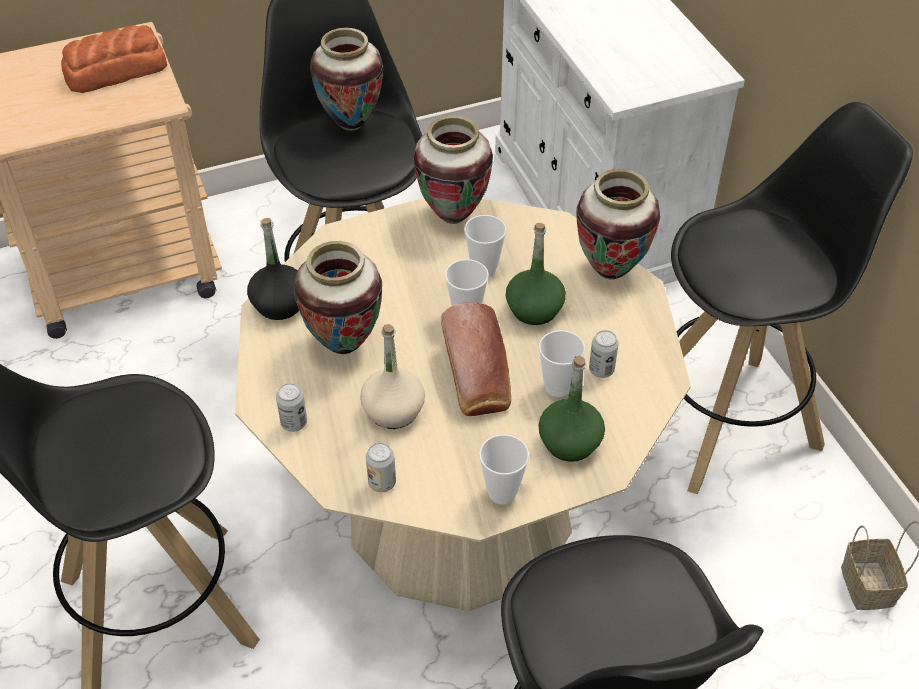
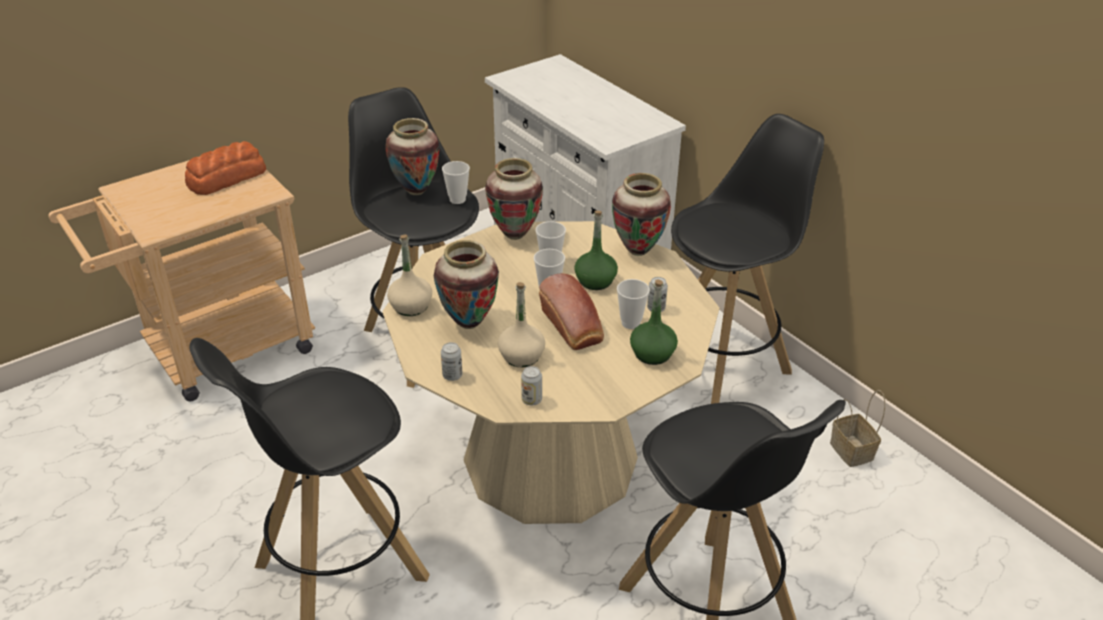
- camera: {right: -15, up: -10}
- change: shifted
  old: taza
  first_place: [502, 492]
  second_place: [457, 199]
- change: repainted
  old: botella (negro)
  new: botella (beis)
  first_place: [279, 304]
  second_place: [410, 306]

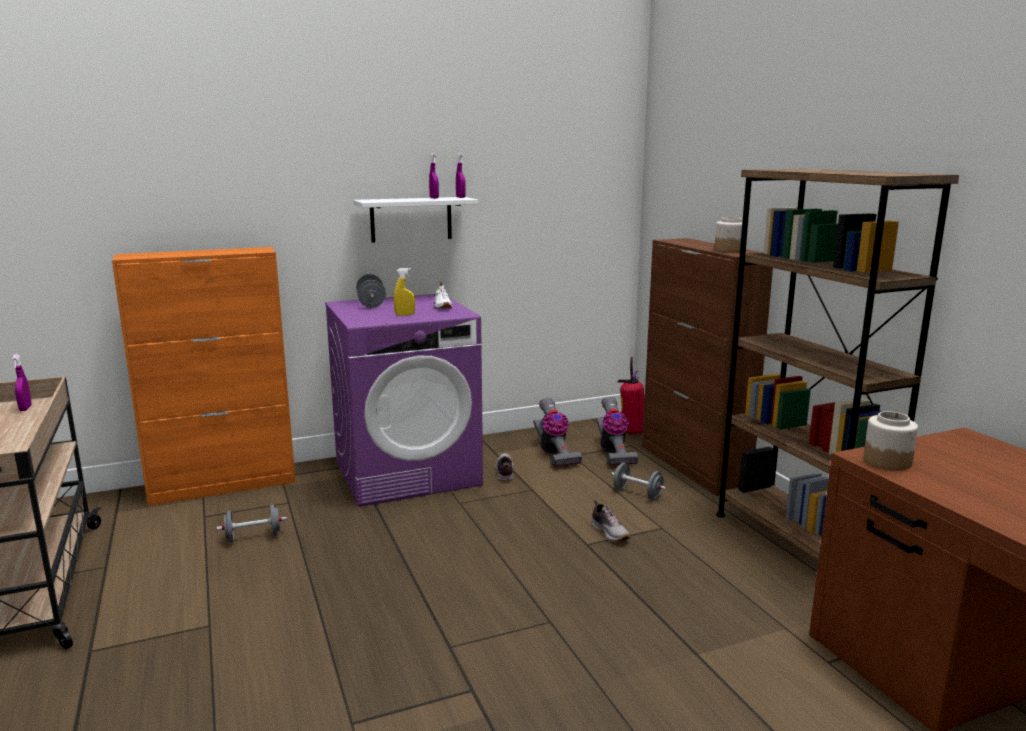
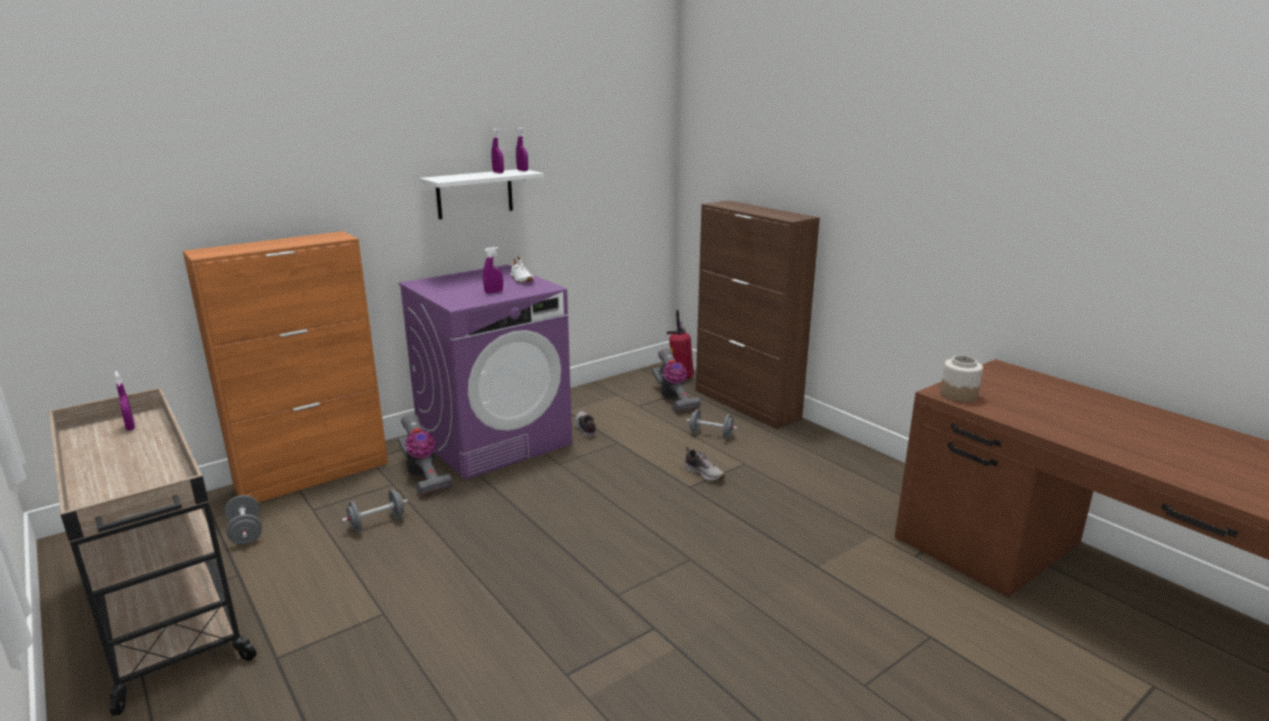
- camera: {right: -15, up: 5}
- change: gone
  old: tarro
  first_place: [729, 250]
- change: gone
  old: estantería (marrón)
  first_place: [797, 544]
- change: shifted
  old: mancuerna (gris)
  first_place: [371, 303]
  second_place: [246, 532]
- change: shifted
  old: aspiradora
  first_place: [554, 454]
  second_place: [423, 476]
- change: repainted
  old: pulverizador (amarillo)
  new: pulverizador (morado)
  first_place: [405, 315]
  second_place: [494, 292]

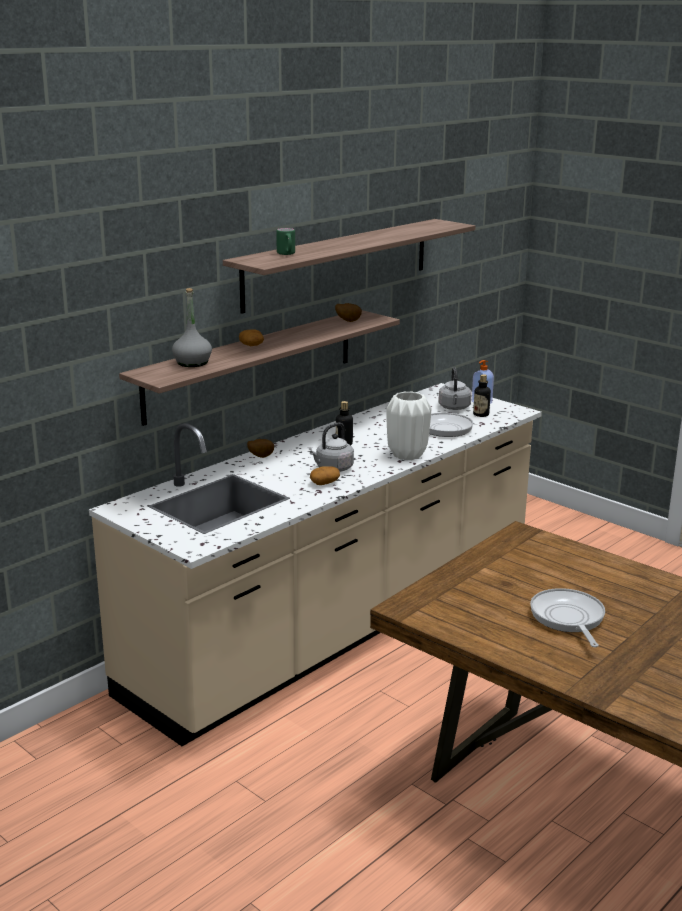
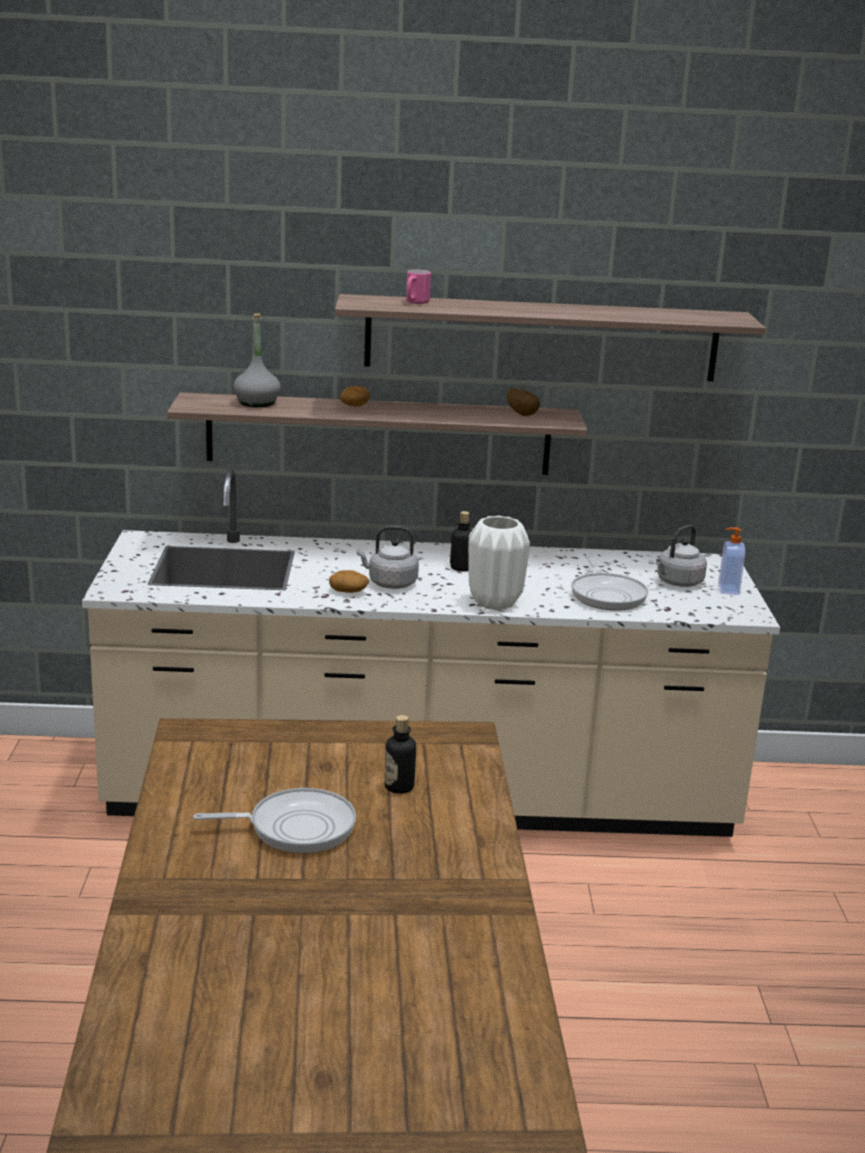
- camera: {right: 45, up: 0}
- change: gone
  old: patata
  first_place: [260, 457]
- change: shifted
  old: botella
  first_place: [481, 414]
  second_place: [399, 787]
- change: repainted
  old: taza grande (verde)
  new: taza grande (rosa)
  first_place: [286, 254]
  second_place: [415, 303]
- change: rotated
  old: sartén
  first_place: [568, 618]
  second_place: [295, 827]
  degrees: 45

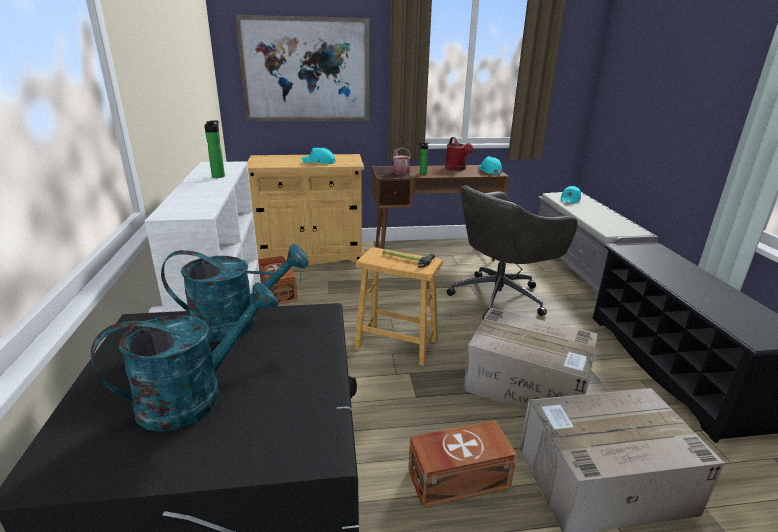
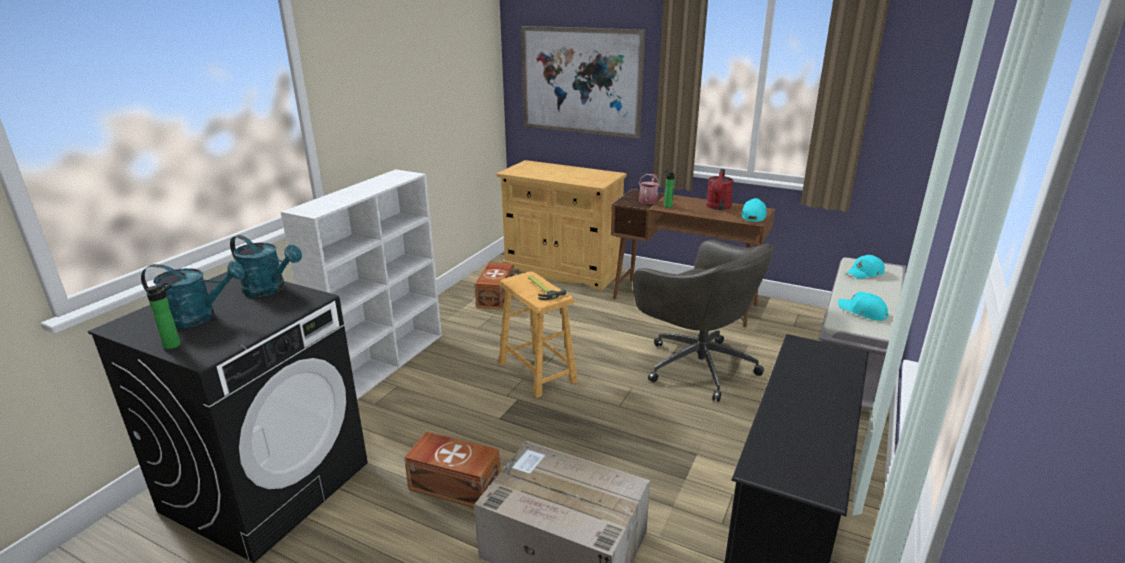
- camera: {right: 35, up: 0}
- change: gone
  old: caja de cartón
  first_place: [528, 384]
- change: shifted
  old: botella
  first_place: [219, 176]
  second_place: [174, 344]
- change: shifted
  old: gorra (turquesa)
  first_place: [319, 162]
  second_place: [862, 312]
- change: rotated
  old: silla de oficina (gris)
  first_place: [500, 297]
  second_place: [696, 365]
  degrees: -135

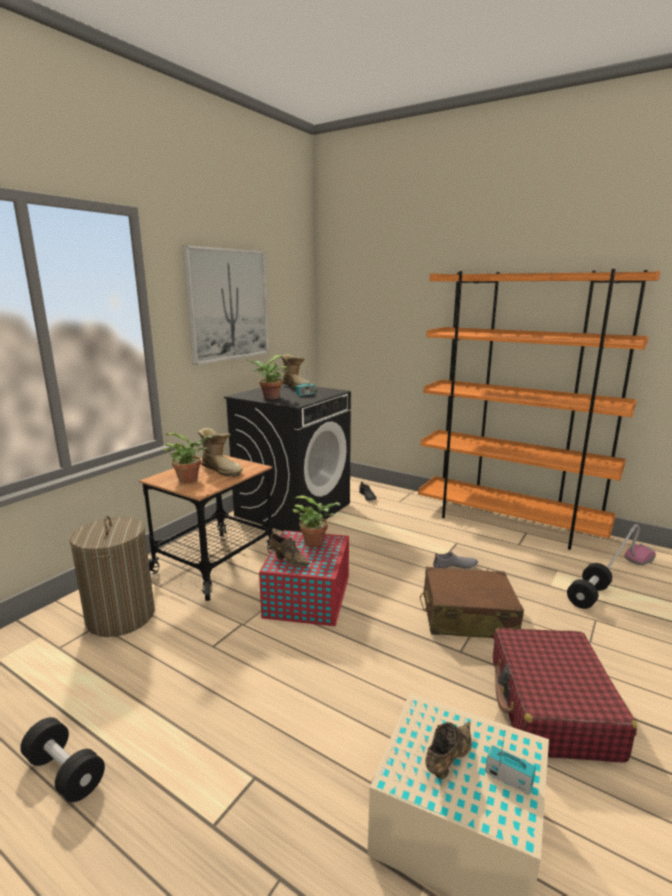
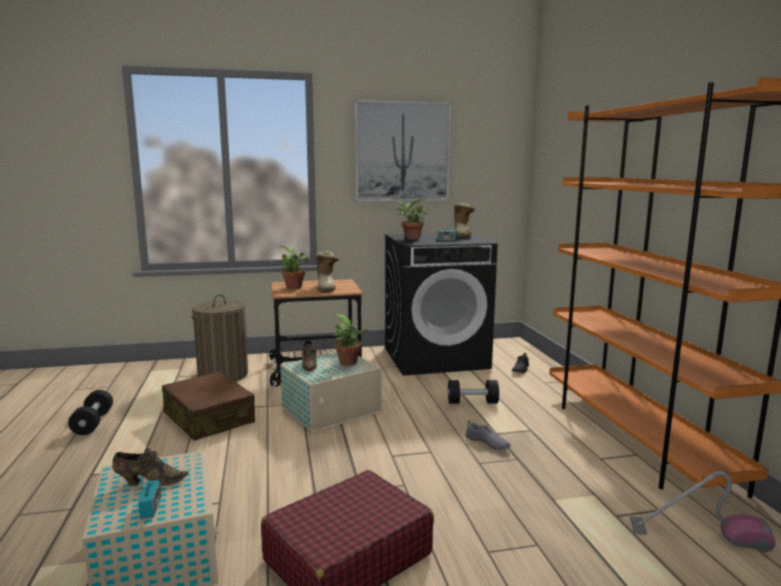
- camera: {right: 45, up: -5}
- change: shifted
  old: maleta (marrón)
  first_place: [467, 616]
  second_place: [209, 418]
- change: shifted
  old: mancuerna (negro)
  first_place: [588, 596]
  second_place: [472, 402]
- change: repainted
  old: caja de almacenaje (rojo)
  new: caja de almacenaje (beis)
  first_place: [308, 596]
  second_place: [333, 410]

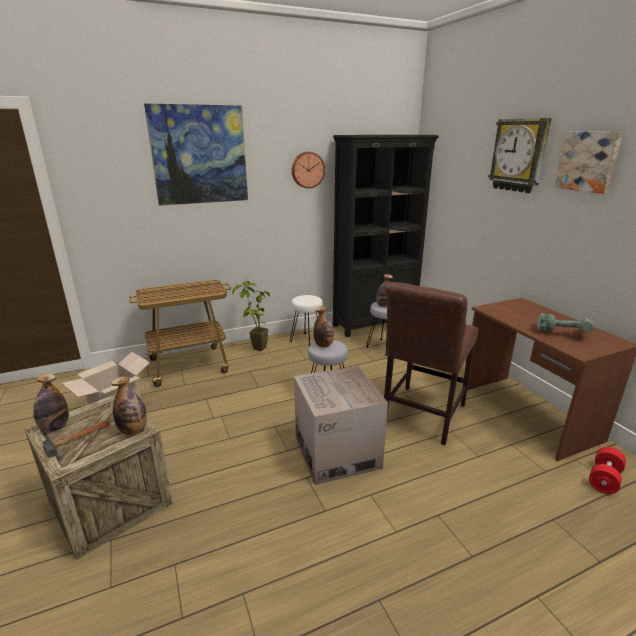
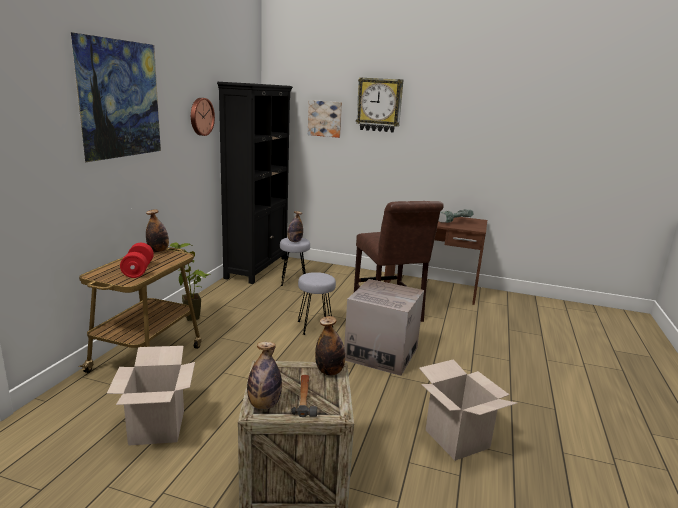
- camera: {right: -50, up: -5}
- change: gone
  old: taburete (blanco)
  first_place: [307, 340]
- change: new
  new: caja de cartón
  second_place: [457, 439]
- change: shifted
  old: botella
  first_place: [323, 345]
  second_place: [158, 251]
- change: shifted
  old: cuadro
  first_place: [588, 161]
  second_place: [325, 118]
- change: shifted
  old: mancuerna (rojo)
  first_place: [604, 479]
  second_place: [138, 270]

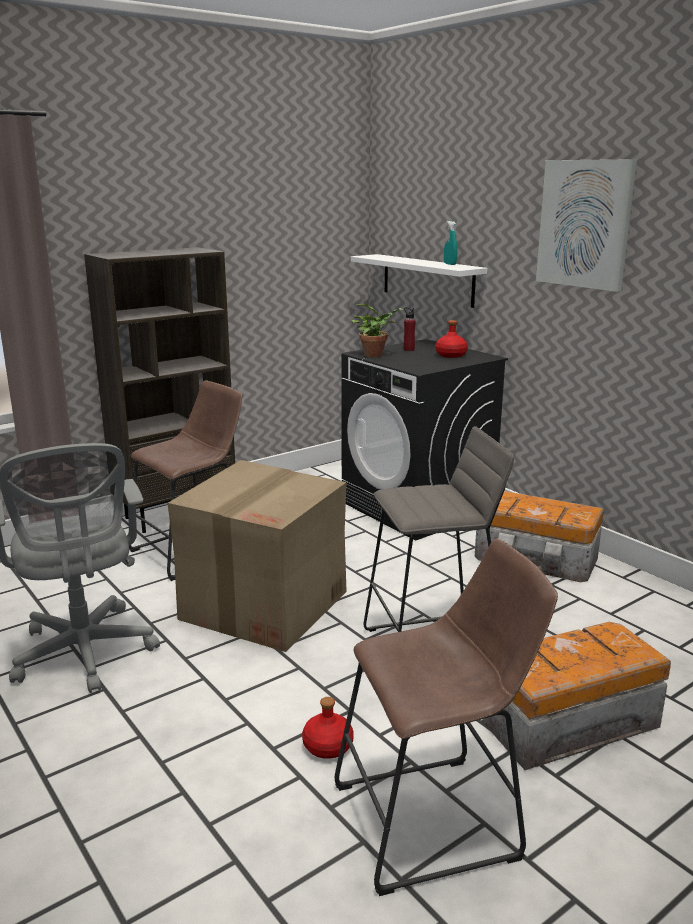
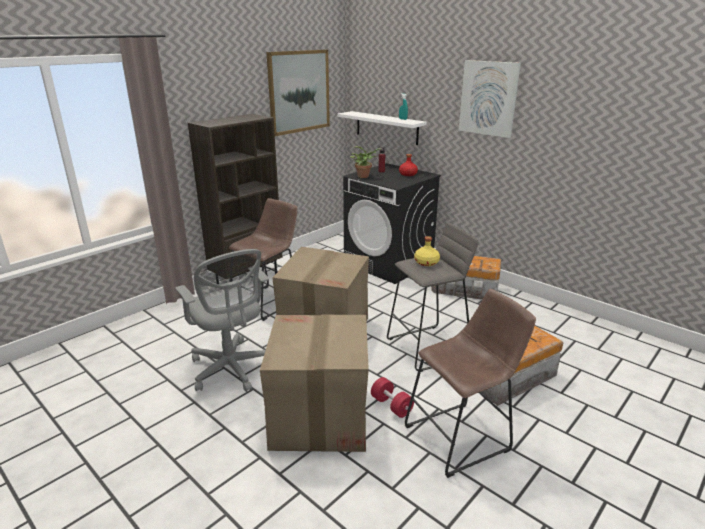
- camera: {right: -10, up: 5}
- change: new
  new: caja de cartón
  second_place: [320, 417]
- change: new
  new: cuadro
  second_place: [299, 91]
- change: new
  new: botella (amarillo)
  second_place: [426, 262]
- change: swapped
  old: botella (rojo)
  new: mancuerna (rojo)
  first_place: [327, 746]
  second_place: [391, 405]

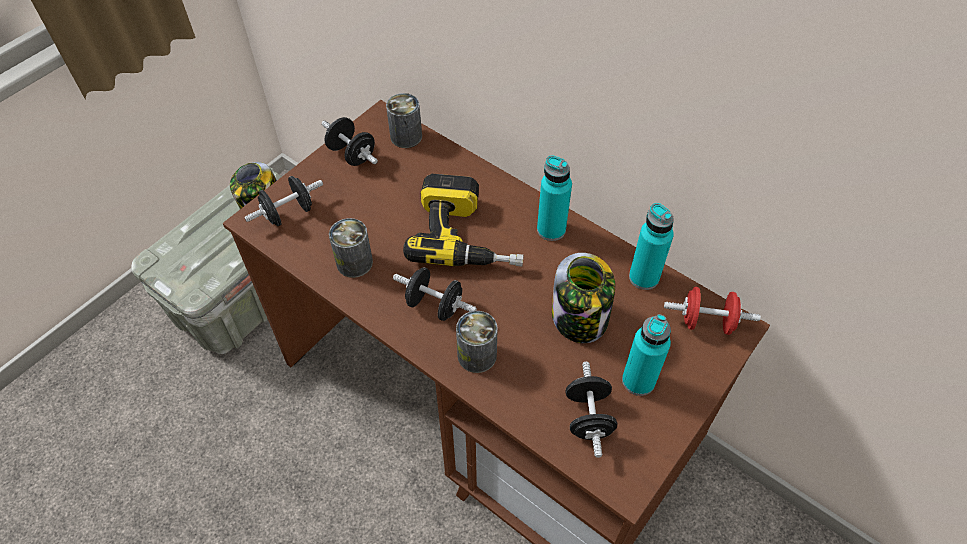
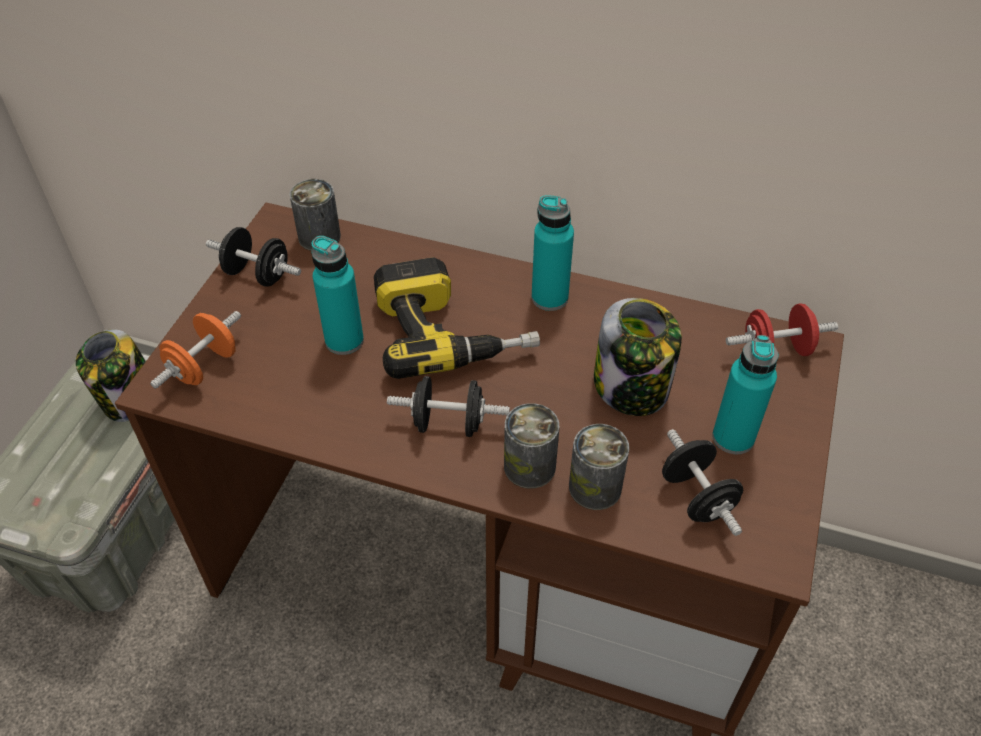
- camera: {right: -20, up: -5}
- change: shifted
  old: lata
  first_place: [354, 262]
  second_place: [595, 487]
- change: shifted
  old: botella (turquesa)
  first_place: [644, 277]
  second_place: [344, 341]
- change: repainted
  old: mancuerna (negro)
  new: mancuerna (naranja)
  first_place: [288, 213]
  second_place: [204, 366]

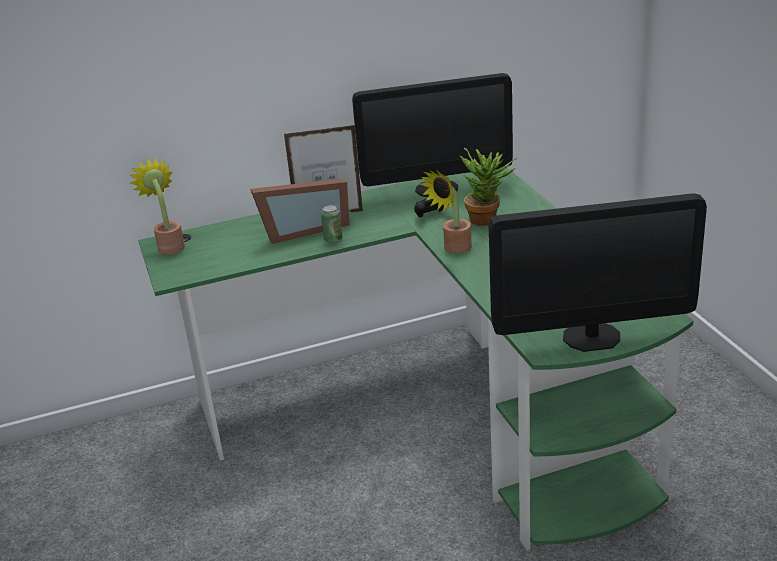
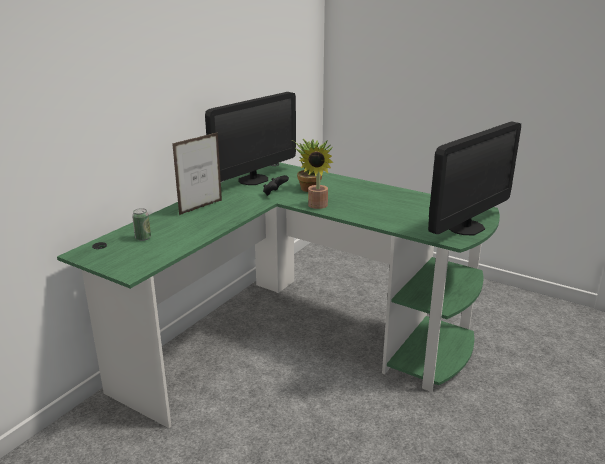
- camera: {right: -40, up: -5}
- change: gone
  old: planta en maceta
  first_place: [169, 246]
- change: gone
  old: portarretratos
  first_place: [302, 230]
- change: shifted
  old: lata
  first_place: [333, 239]
  second_place: [143, 238]

